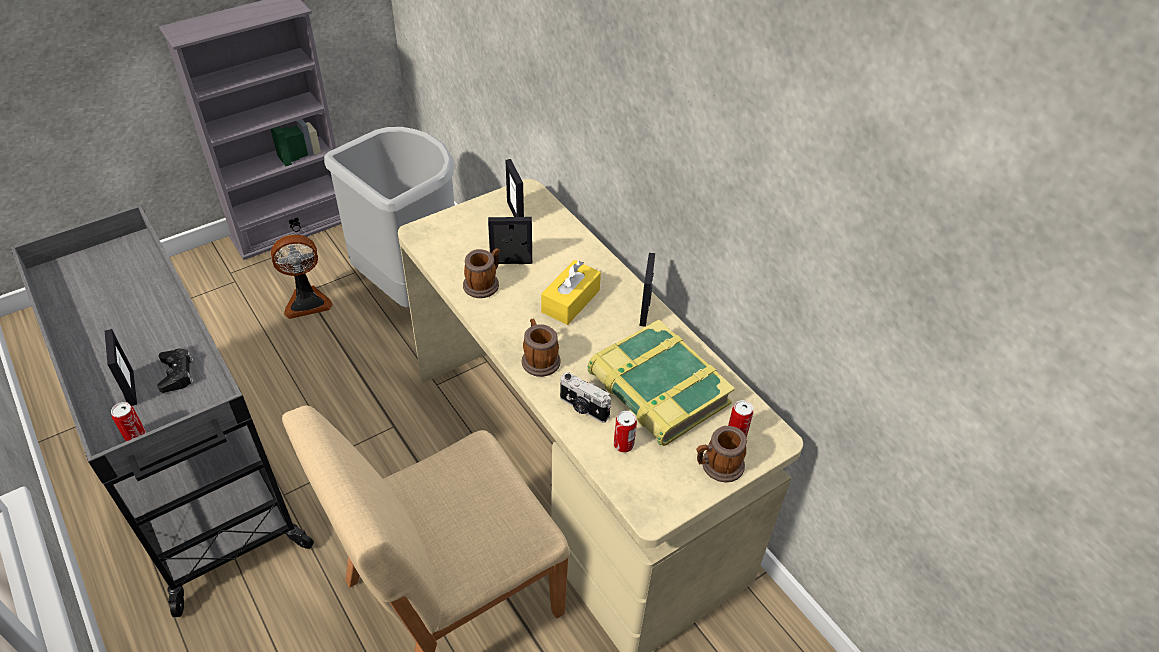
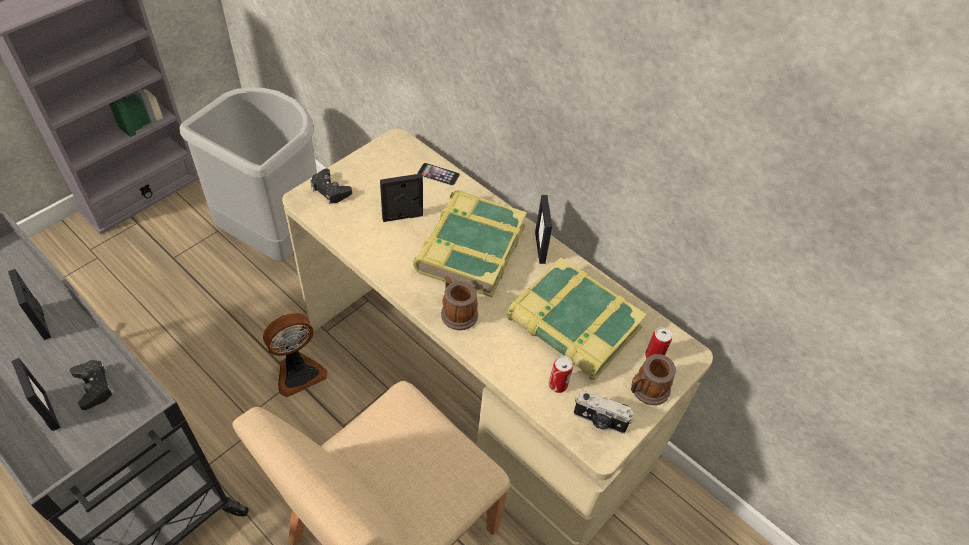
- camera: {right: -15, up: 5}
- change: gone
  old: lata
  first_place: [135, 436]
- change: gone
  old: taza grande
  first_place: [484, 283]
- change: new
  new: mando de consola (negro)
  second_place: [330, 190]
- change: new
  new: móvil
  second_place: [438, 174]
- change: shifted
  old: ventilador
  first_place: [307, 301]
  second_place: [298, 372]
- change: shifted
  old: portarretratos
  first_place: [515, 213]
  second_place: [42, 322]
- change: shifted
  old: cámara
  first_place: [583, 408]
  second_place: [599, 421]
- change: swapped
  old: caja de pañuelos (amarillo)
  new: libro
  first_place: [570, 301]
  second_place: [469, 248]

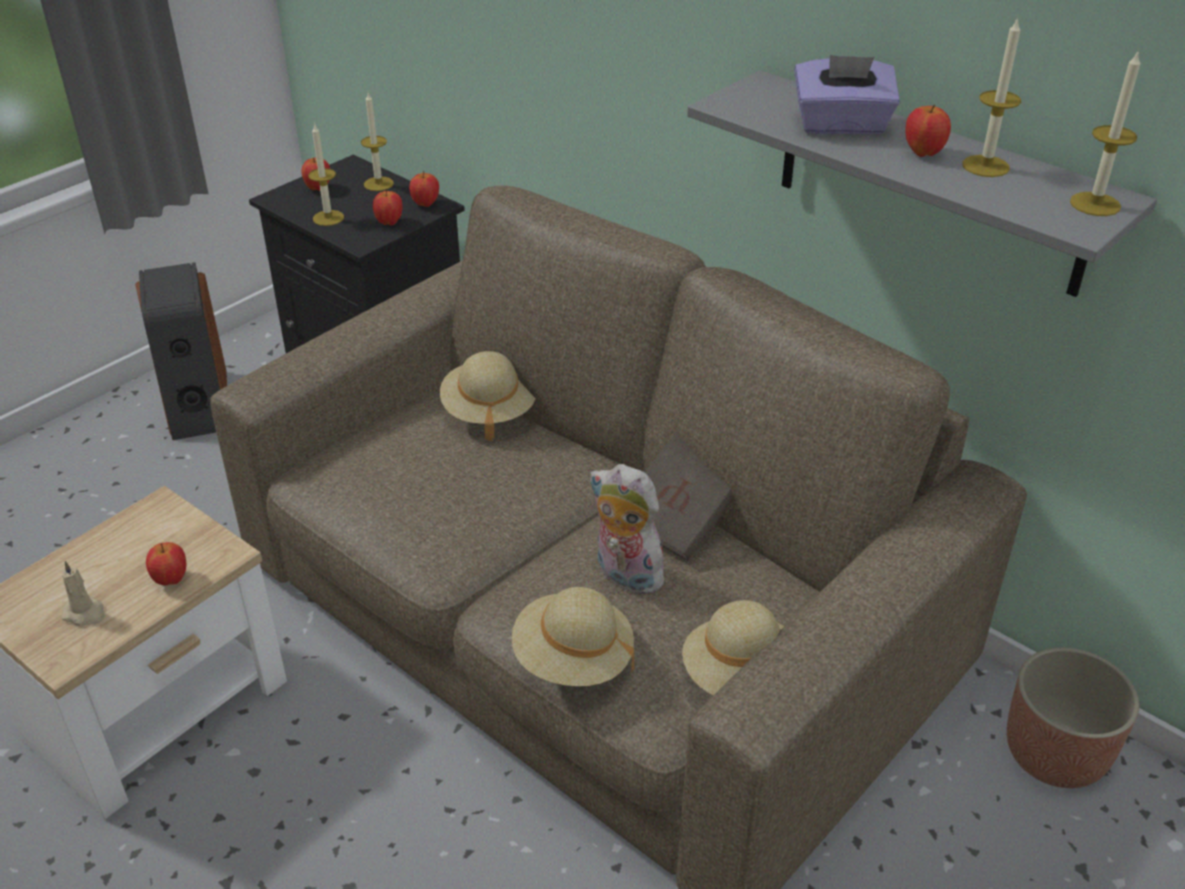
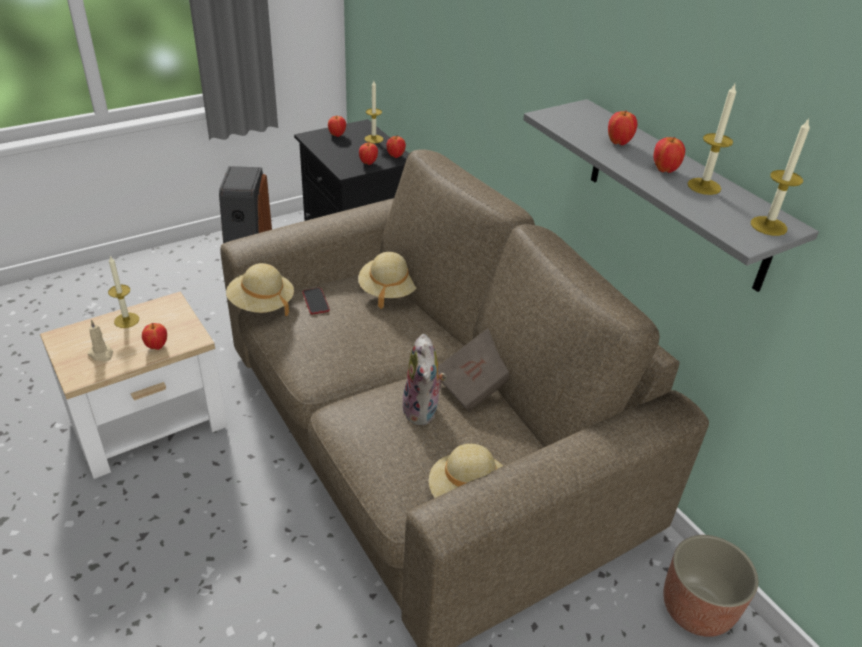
- camera: {right: 15, up: 0}
- change: new
  new: móvil
  second_place: [315, 301]
- change: shifted
  old: vela
  first_place: [328, 218]
  second_place: [126, 320]
- change: shifted
  old: sombrero (beis)
  first_place: [573, 659]
  second_place: [261, 304]
- change: swapped
  old: caja de pañuelos (morado)
  new: manzana
  first_place: [841, 126]
  second_place: [619, 142]
- change: rotated
  old: peluche
  first_place: [624, 576]
  second_place: [423, 411]
  degrees: -150

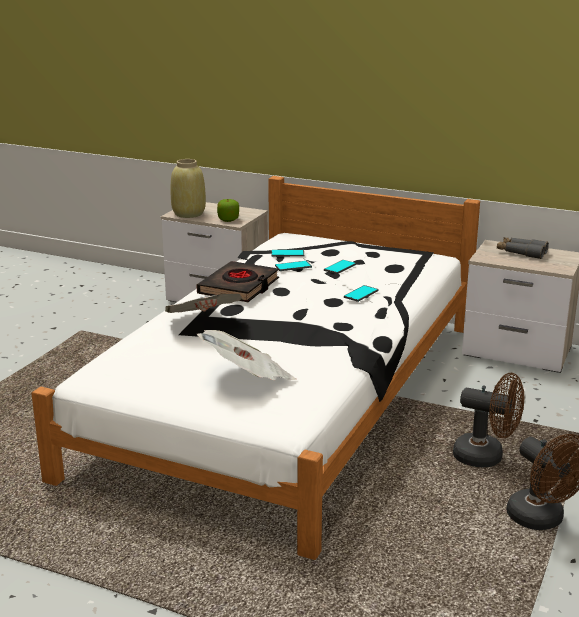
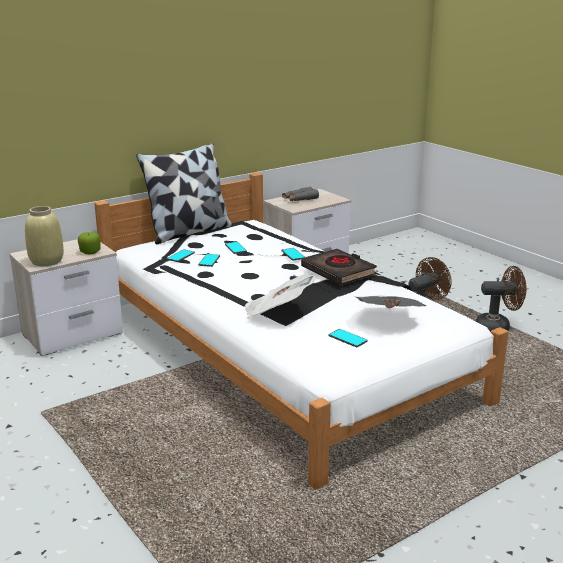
- camera: {right: -60, up: 0}
- change: new
  new: cojín
  second_place: [188, 232]
- change: new
  new: móvil
  second_place: [347, 338]
- change: shifted
  old: libro (negro)
  first_place: [239, 287]
  second_place: [338, 271]

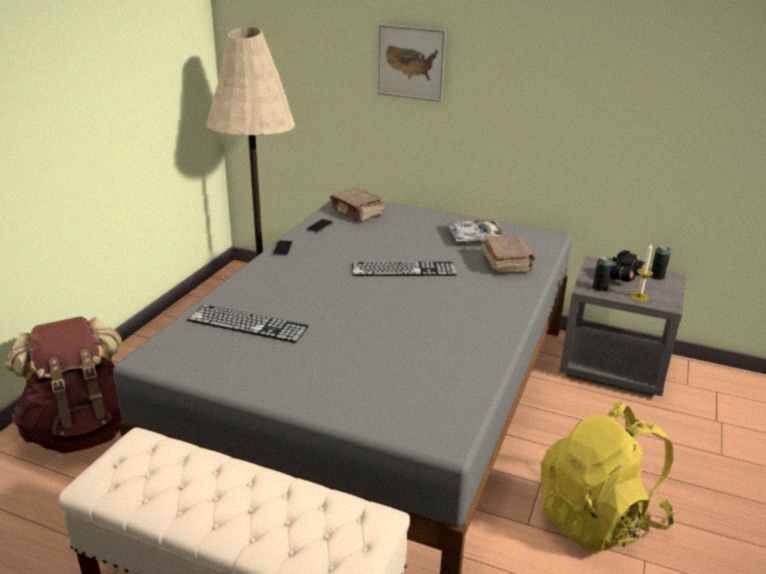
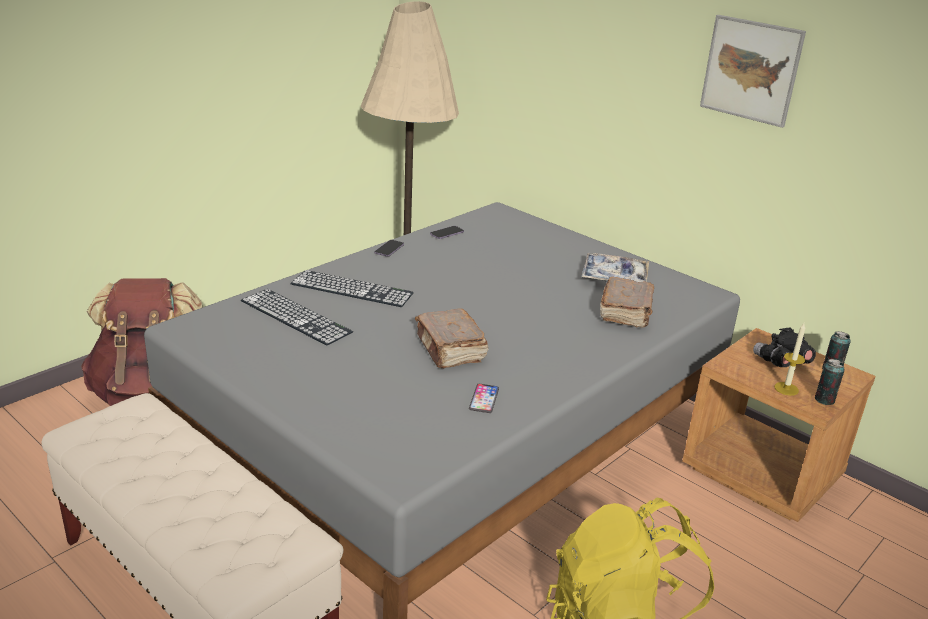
- camera: {right: 20, up: 0}
- change: new
  new: móvil
  second_place: [484, 399]
- change: shifted
  old: libro (marrón)
  first_place: [357, 213]
  second_place: [450, 350]
- change: shifted
  old: teclado
  first_place: [403, 269]
  second_place: [352, 288]
- change: shifted
  old: cuadro
  first_place: [411, 63]
  second_place: [751, 70]
- change: shifted
  old: lata
  first_place: [599, 288]
  second_place: [824, 400]
- change: repainted
  old: mesita de noche (gris)
  new: mesita de noche (marrón)
  first_place: [614, 366]
  second_place: [762, 473]

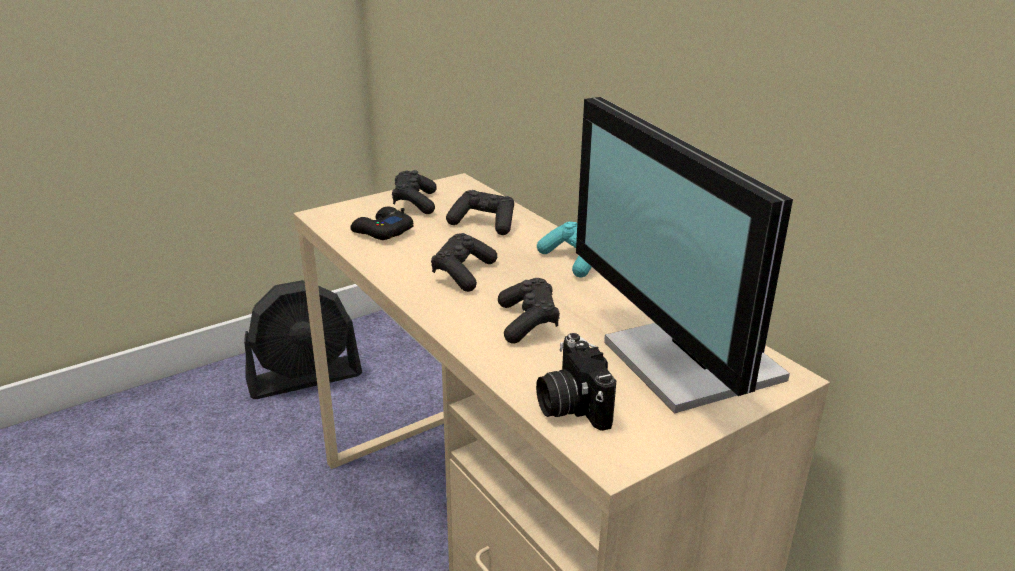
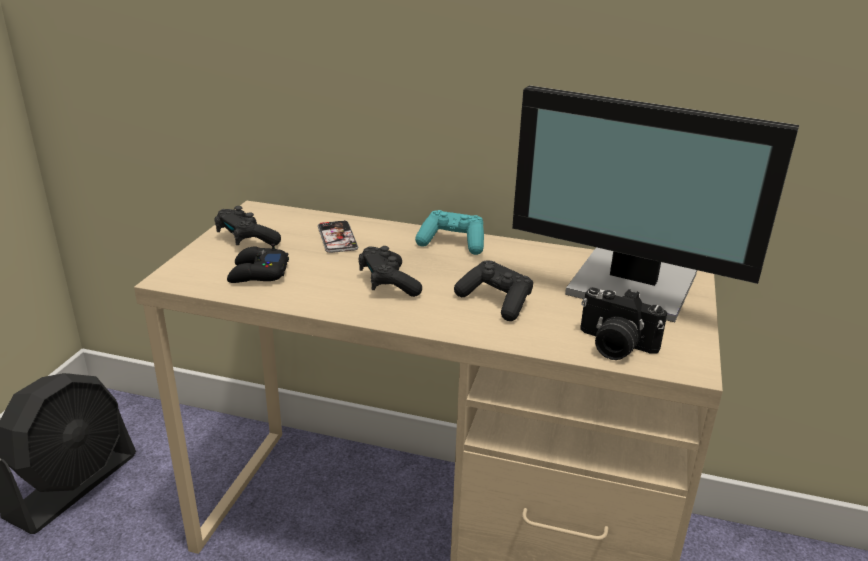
- camera: {right: -40, up: 0}
- change: swapped
  old: mando de consola (negro)
  new: móvil
  first_place: [484, 223]
  second_place: [337, 238]

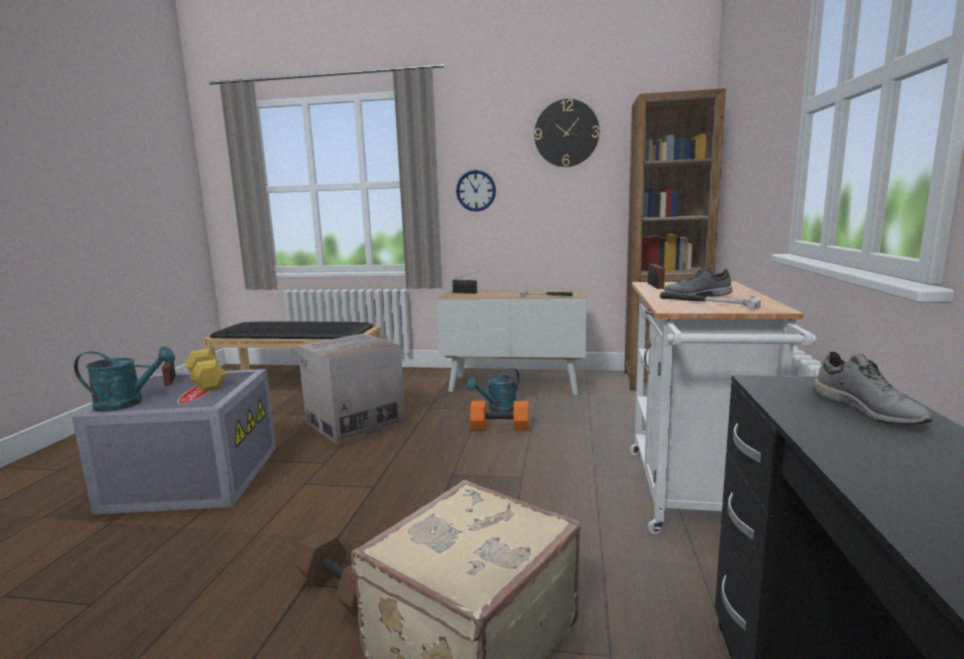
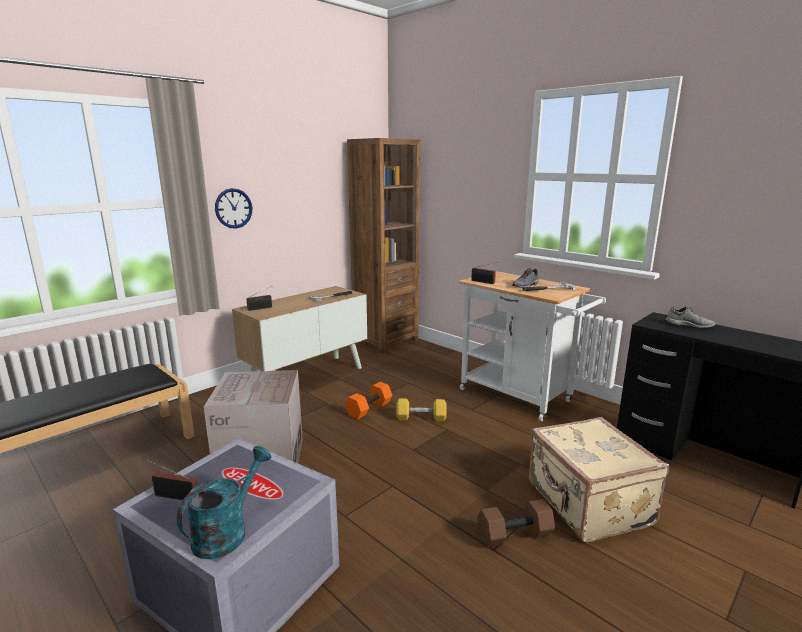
- camera: {right: -55, up: 5}
- change: gone
  old: regadera (turquesa)
  first_place: [498, 409]
- change: gone
  old: reloj de pared
  first_place: [566, 133]
- change: shifted
  old: mancuerna (amarillo)
  first_place: [206, 381]
  second_place: [421, 418]

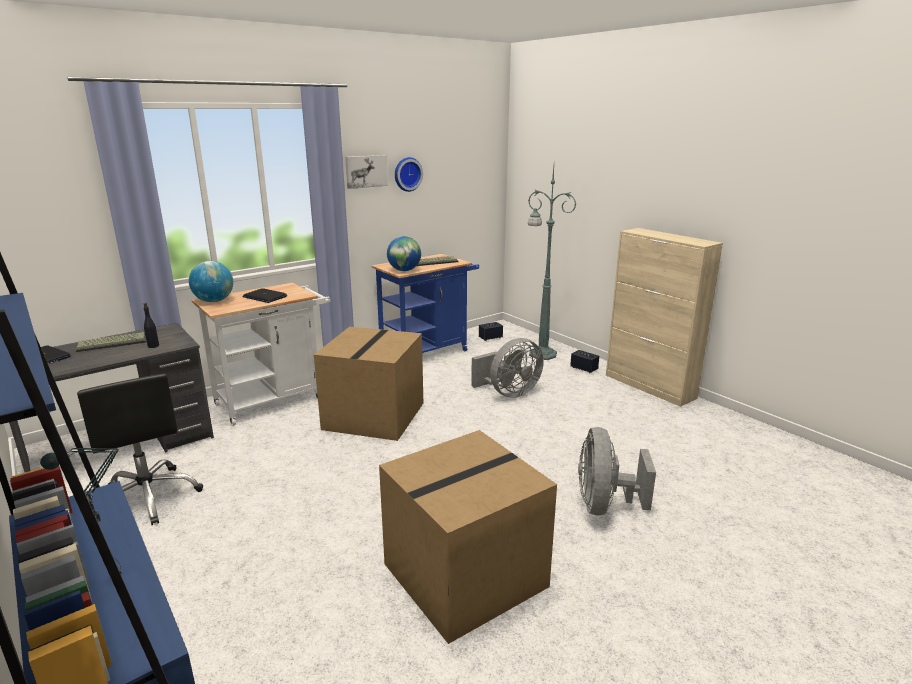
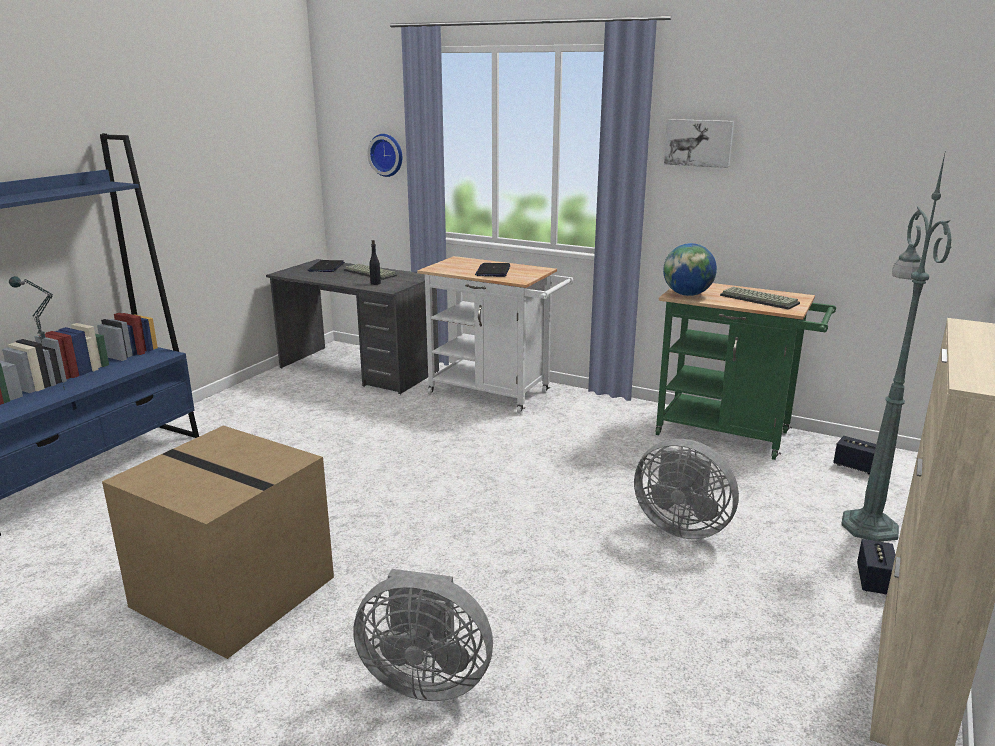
- camera: {right: 65, up: 0}
- change: gone
  old: silla de oficina (negro)
  first_place: [149, 497]
- change: gone
  old: globo terráqueo
  first_place: [214, 301]
- change: gone
  old: caja de cartón
  first_place: [375, 416]
- change: shifted
  old: reloj de pared
  first_place: [407, 174]
  second_place: [387, 155]
- change: repainted
  old: carrito (azul)
  new: carrito (verde)
  first_place: [428, 351]
  second_place: [731, 435]
- change: rotated
  old: ventilador (gris)
  first_place: [604, 505]
  second_place: [425, 679]
  degrees: -150

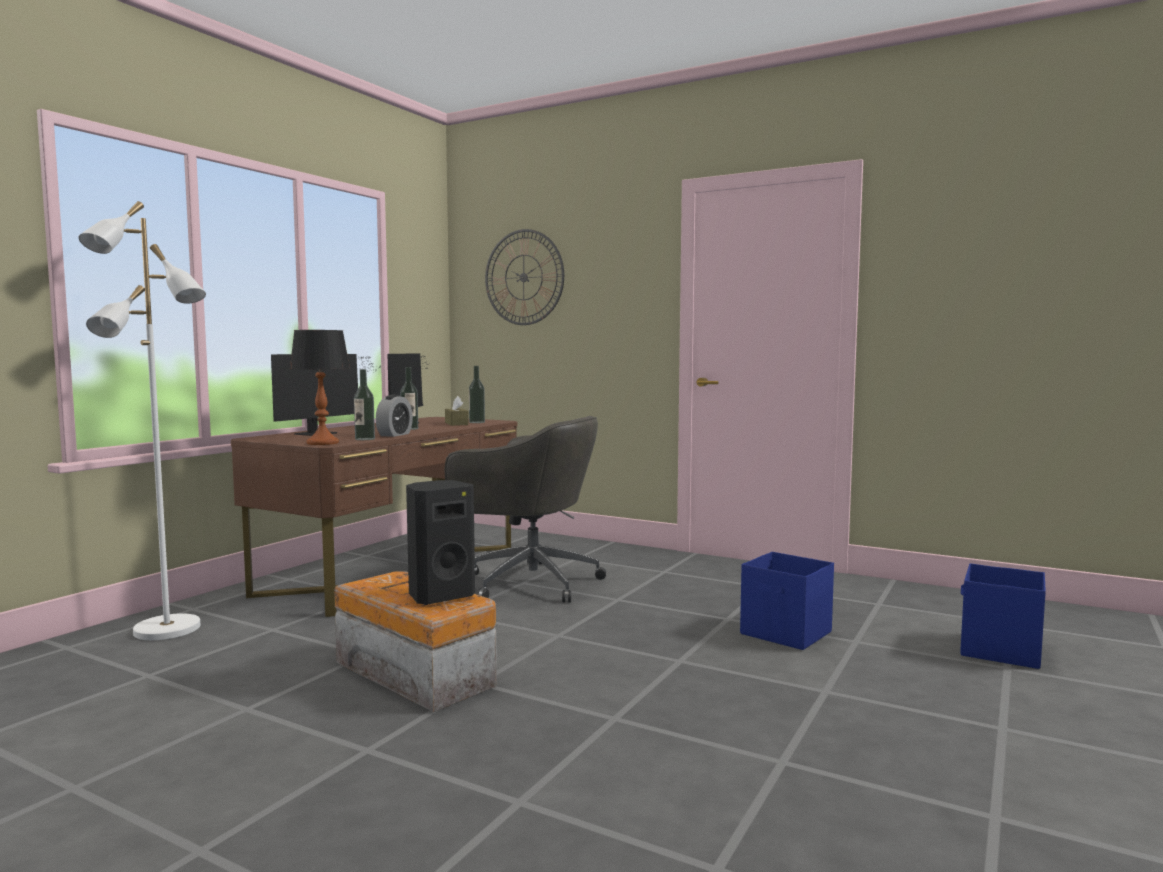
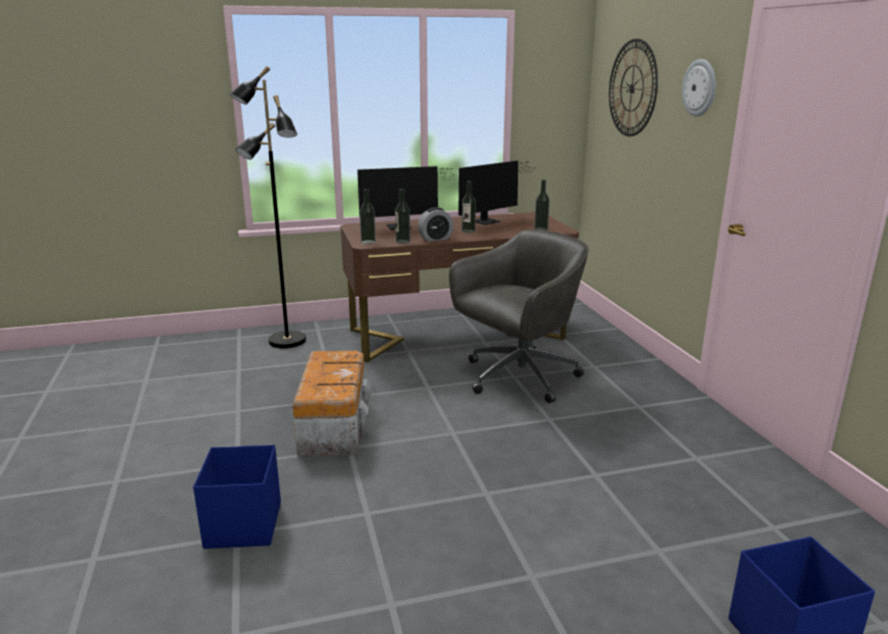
- camera: {right: 45, up: 15}
- change: gone
  old: altavoz (negro)
  first_place: [439, 596]
- change: gone
  old: caja de pañuelos (marrón)
  first_place: [456, 423]
- change: new
  new: reloj de pared
  second_place: [700, 88]
- change: shifted
  old: caja de almacenaje (azul)
  first_place: [786, 633]
  second_place: [243, 526]
- change: swapped
  old: lámpara de mesa
  new: botella
  first_place: [323, 443]
  second_place: [368, 242]
- change: repainted
  old: lámpara de pie (blanco)
  new: lámpara de pie (negro)
  first_place: [166, 630]
  second_place: [286, 341]
- change: rotated
  old: silla de oficina (gris)
  first_place: [528, 582]
  second_place: [517, 377]
  degrees: -105

